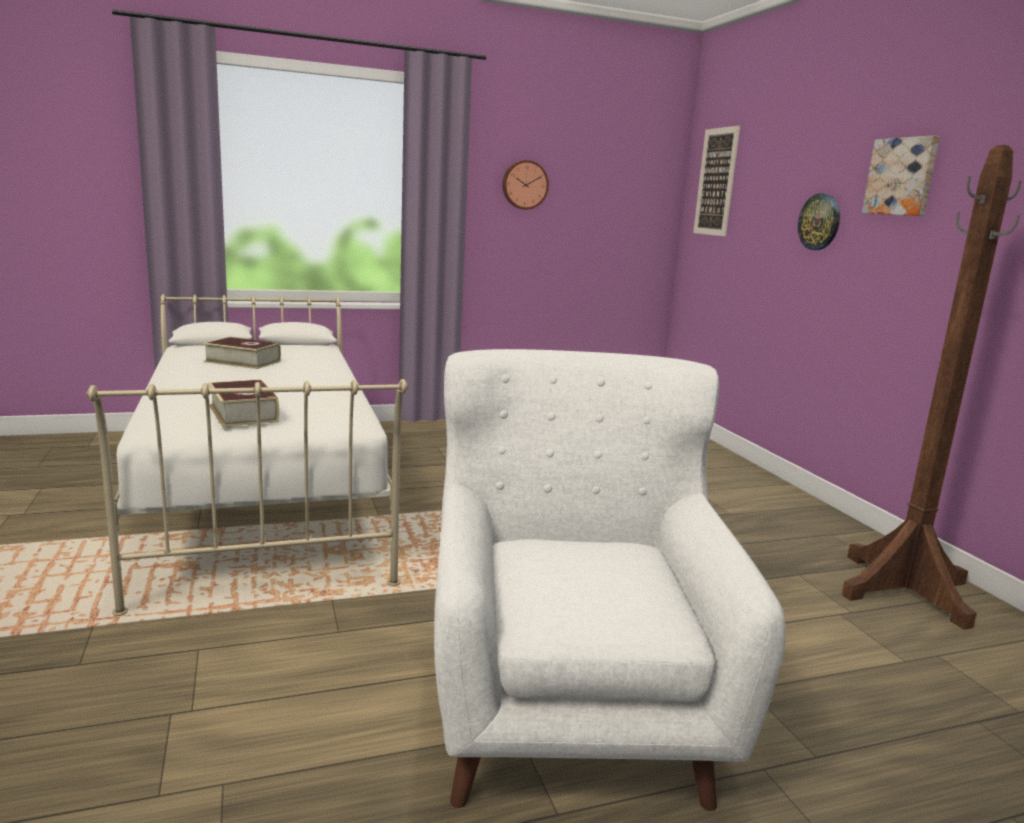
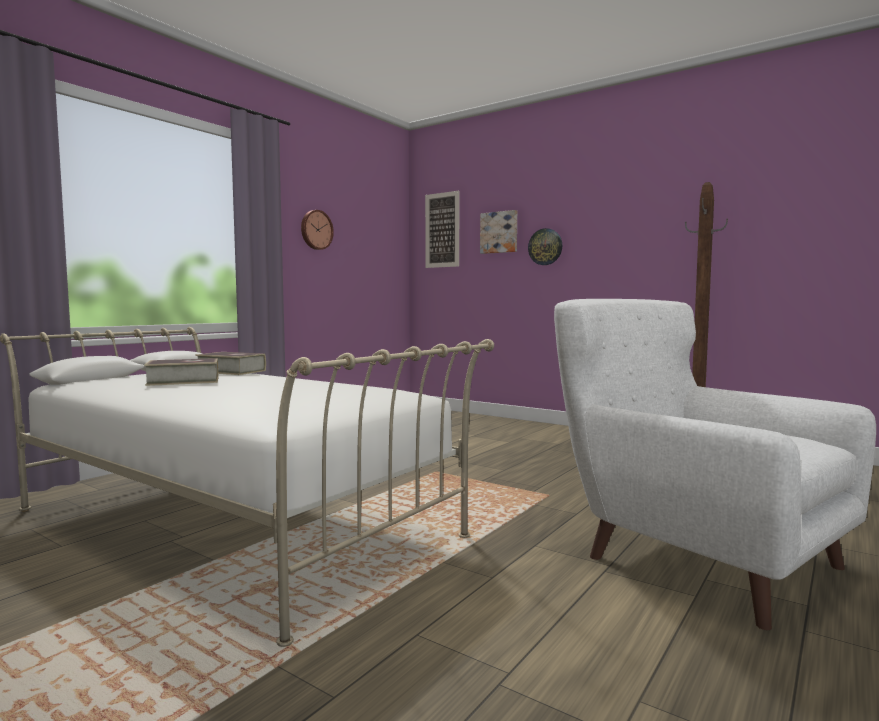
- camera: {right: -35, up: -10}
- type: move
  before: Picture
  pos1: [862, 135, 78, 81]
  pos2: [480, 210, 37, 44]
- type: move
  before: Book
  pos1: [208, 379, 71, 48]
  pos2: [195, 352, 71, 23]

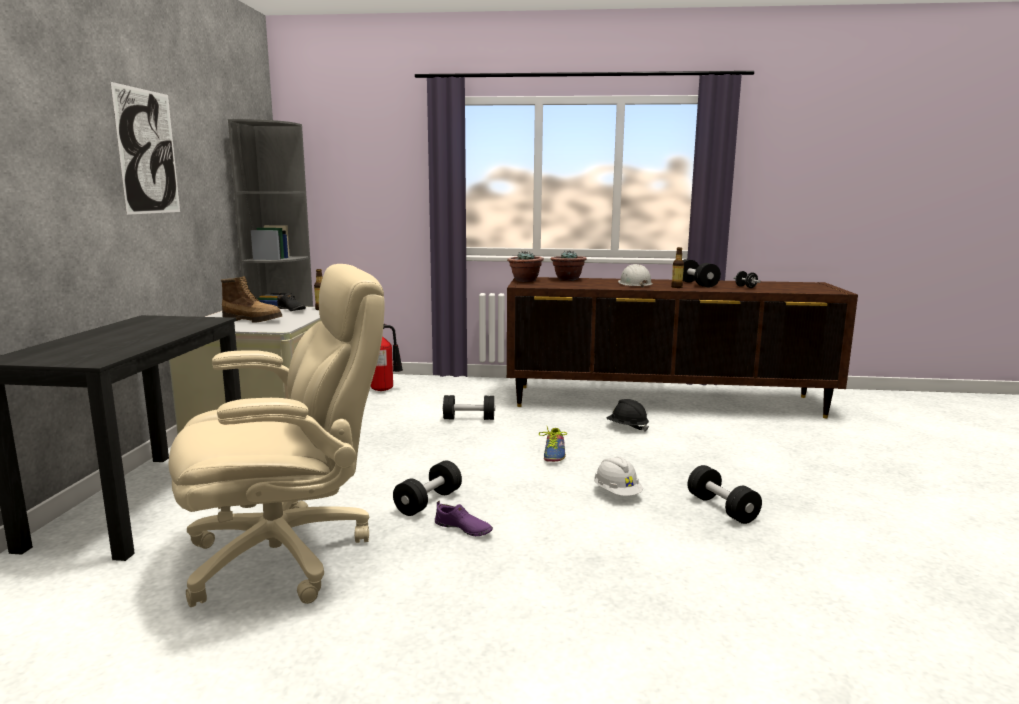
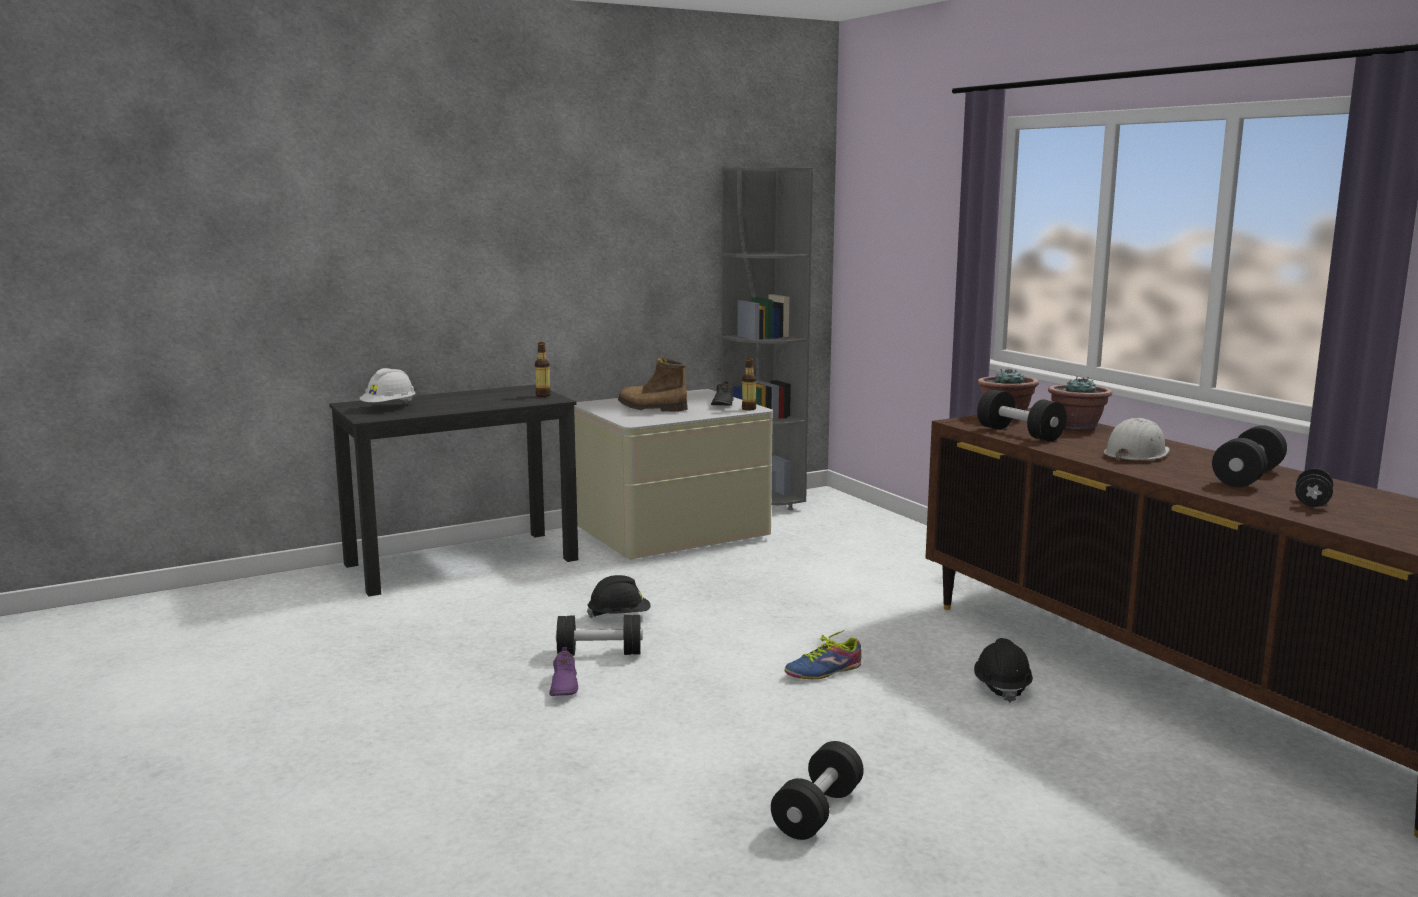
- camera: {right: 55, up: 0}
- type: delete
  before: Picture
  pos1: [110, 82, 70, 133]
- type: move
  before: Bottle
  pos1: [671, 247, 13, 41]
  pos2: [535, 342, 16, 55]
- type: delete
  before: BeigeOfficeChair
  pos1: [168, 264, 217, 343]
- type: rotate
  before: Boot
  pos1: [221, 276, 61, 46]
  pos2: [618, 358, 70, 54]
  turn: 135
- type: delete
  before: FireExtinguisher
  pos1: [371, 324, 32, 67]
- type: move
  before: BlackDumbbell
  pos1: [443, 395, 52, 25]
  pos2: [977, 390, 90, 51]
- type: move
  before: WhiteHardHat
  pos1: [594, 456, 49, 40]
  pos2: [360, 368, 55, 35]
- type: insert
  after: BlackHardHat
  pos2: [587, 575, 64, 43]

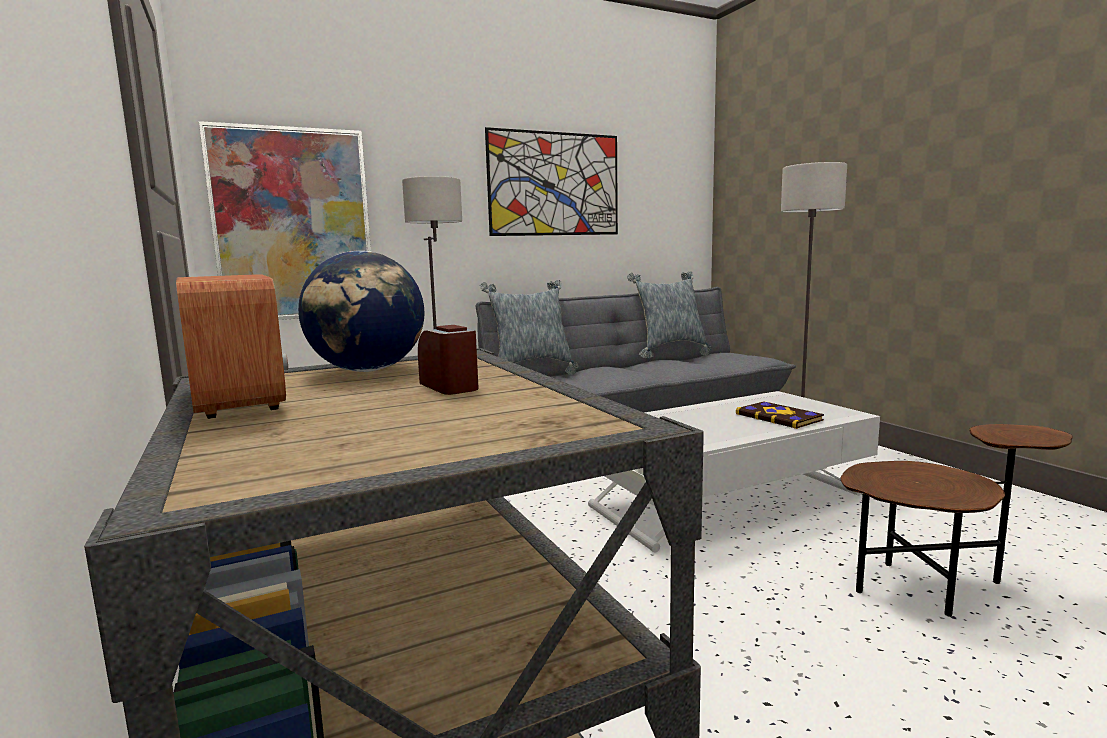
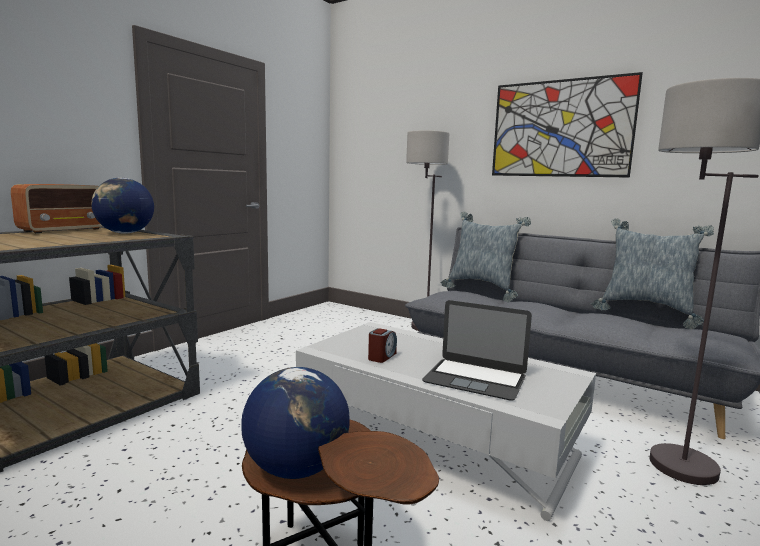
- camera: {right: 60, up: 0}
- type: delete
  before: Picture
  pos1: [199, 121, 172, 199]
- type: move
  before: AlarmClock
  pos1: [418, 325, 61, 70]
  pos2: [368, 328, 29, 35]
- type: replace
  before: Book
  after: Laptop
  pos1: [736, 401, 88, 28]
  pos2: [422, 300, 110, 101]
- type: insert
  after: Globe
  pos2: [241, 367, 109, 112]

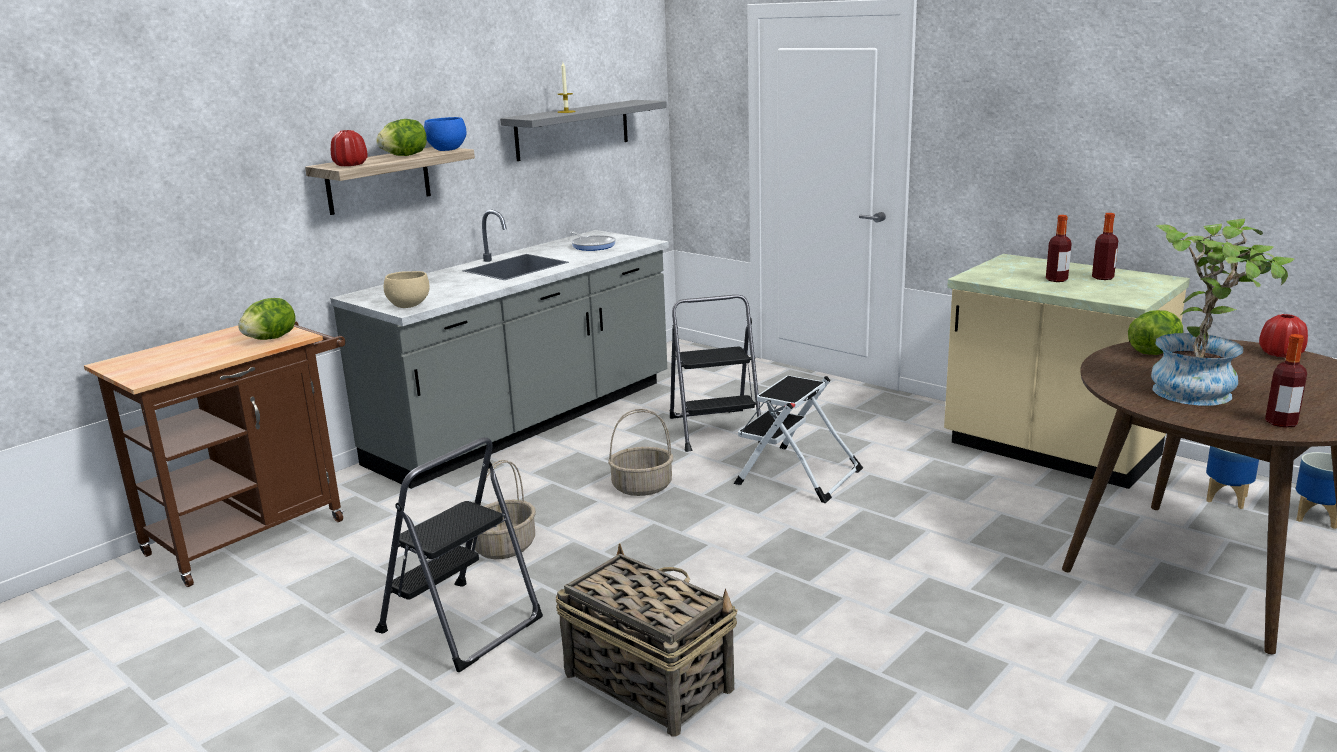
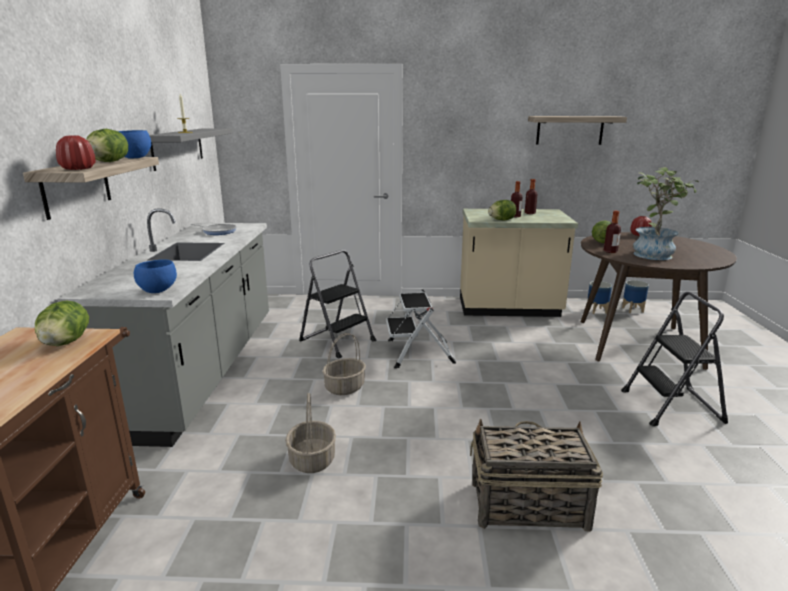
- camera: {right: -40, up: 0}
- type: recolor
  before: BeigeBowl
  after: BlueBowl
  pos1: [384, 271, 46, 37]
  pos2: [134, 259, 43, 34]
- type: move
  before: Bottle
  pos1: [1265, 334, 42, 94]
  pos2: [604, 211, 17, 42]
- type: move
  before: BlackStepLadder
  pos1: [375, 437, 168, 235]
  pos2: [621, 292, 107, 134]
- type: insert
  after: Shelf
  pos2: [528, 116, 99, 29]
- type: insert
  after: Lettuce
  pos2: [488, 200, 28, 20]

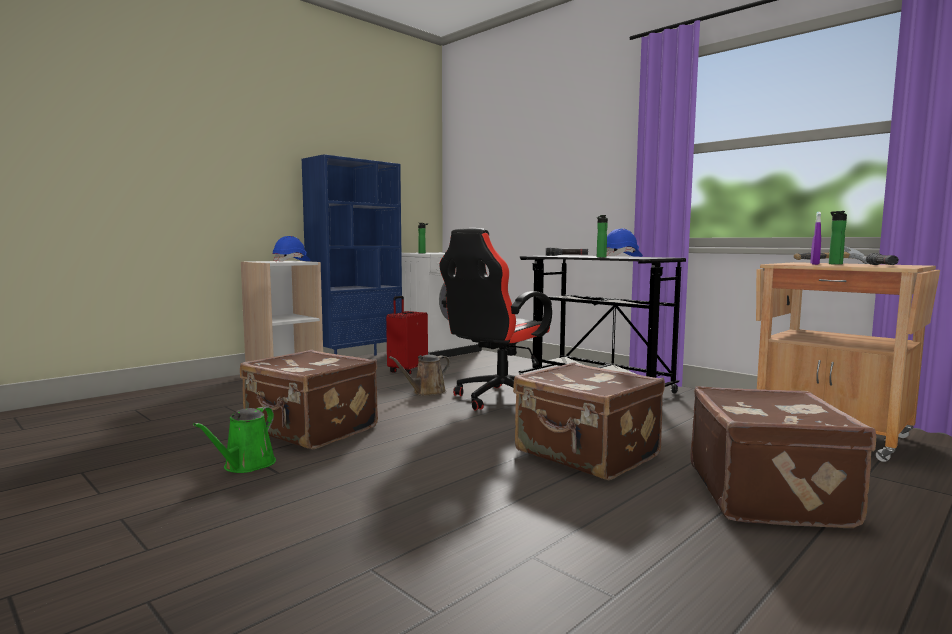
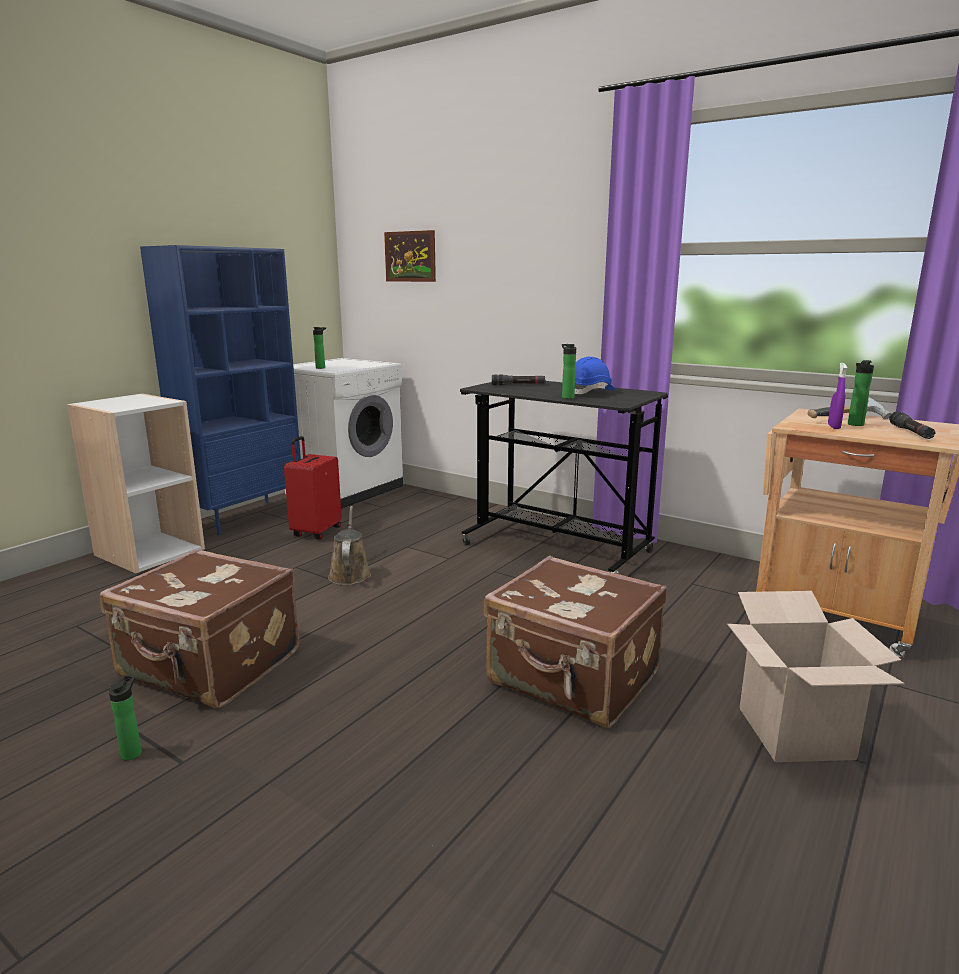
- camera: {right: -10, up: 10}
- type: delete
  before: BlackOfficeChair
  pos1: [440, 228, 112, 183]
- type: delete
  before: BlueHardHat
  pos1: [272, 236, 39, 26]
- type: rotate
  before: BrownWateringCan
  pos1: [389, 355, 61, 41]
  pos2: [328, 506, 43, 79]
  turn: 135
- type: replace
  before: BrownSuitcase
  after: CardboardBox
  pos1: [691, 386, 185, 142]
  pos2: [727, 591, 178, 171]
- type: replace
  before: GreenWateringCan
  after: Bottle
  pos1: [193, 407, 83, 66]
  pos2: [109, 675, 33, 85]
- type: insert
  after: Picture
  pos2: [384, 230, 52, 52]

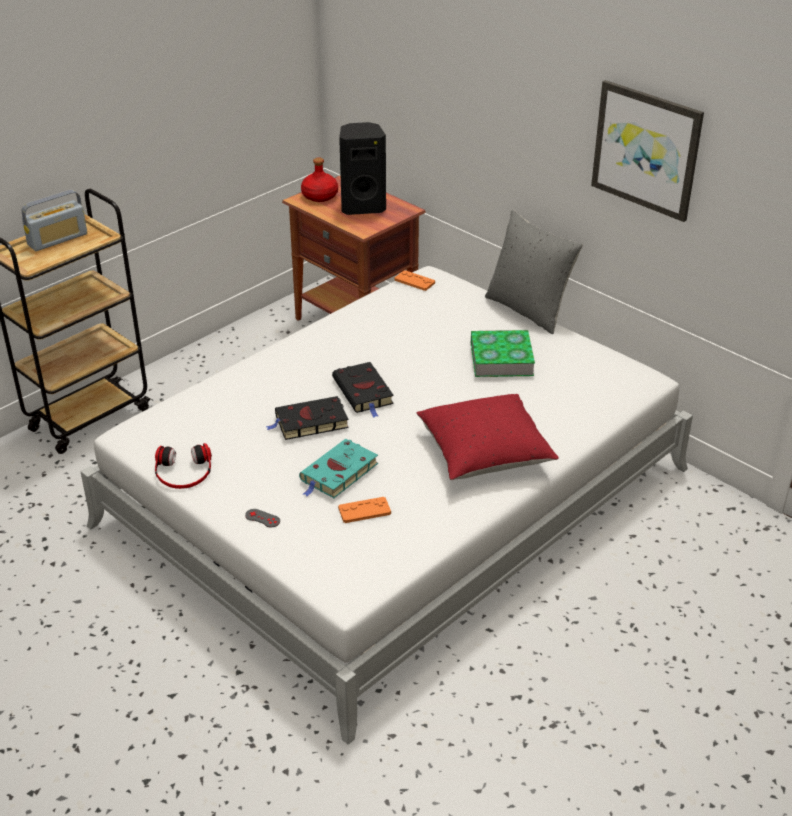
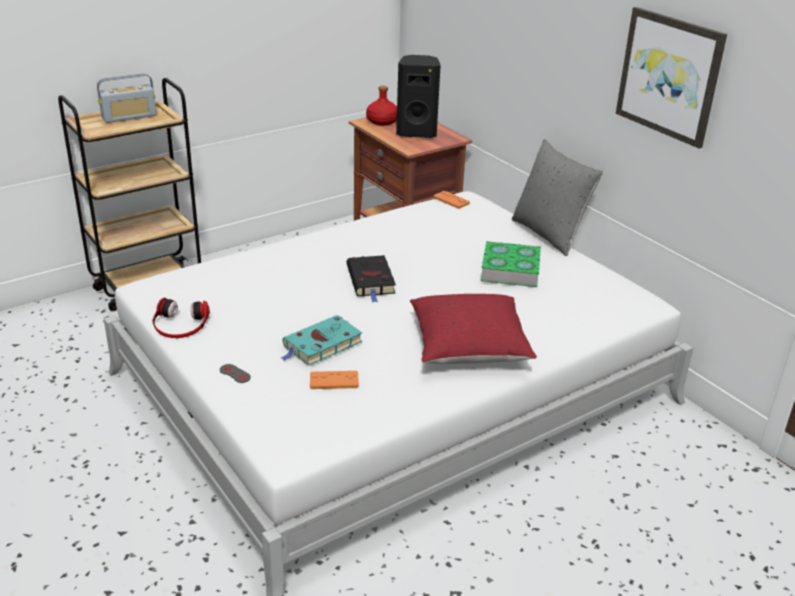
- camera: {right: 10, up: -5}
- type: delete
  before: BlackBook
  pos1: [266, 396, 83, 44]

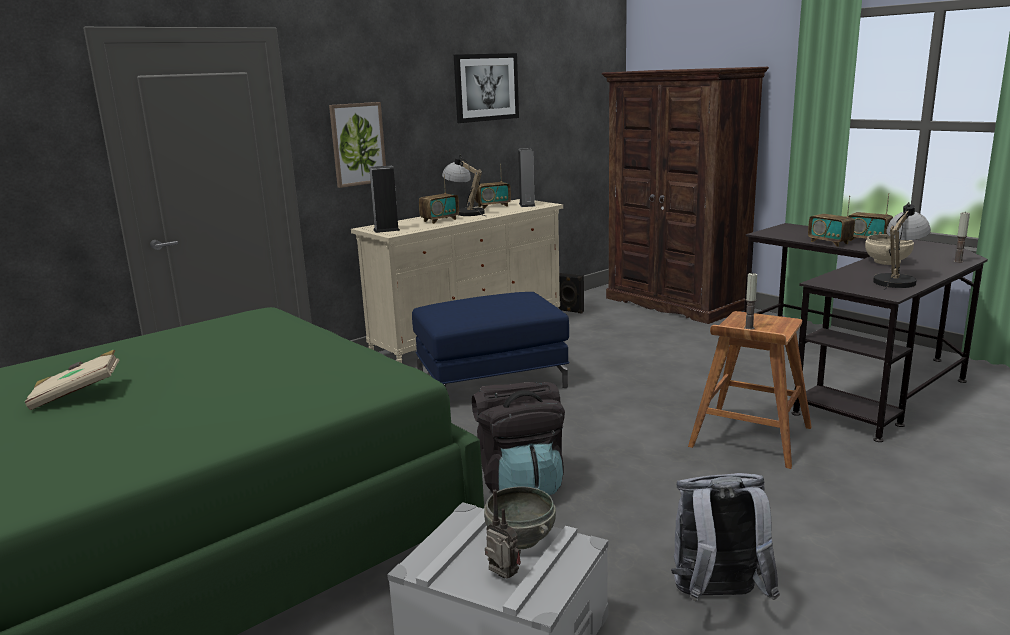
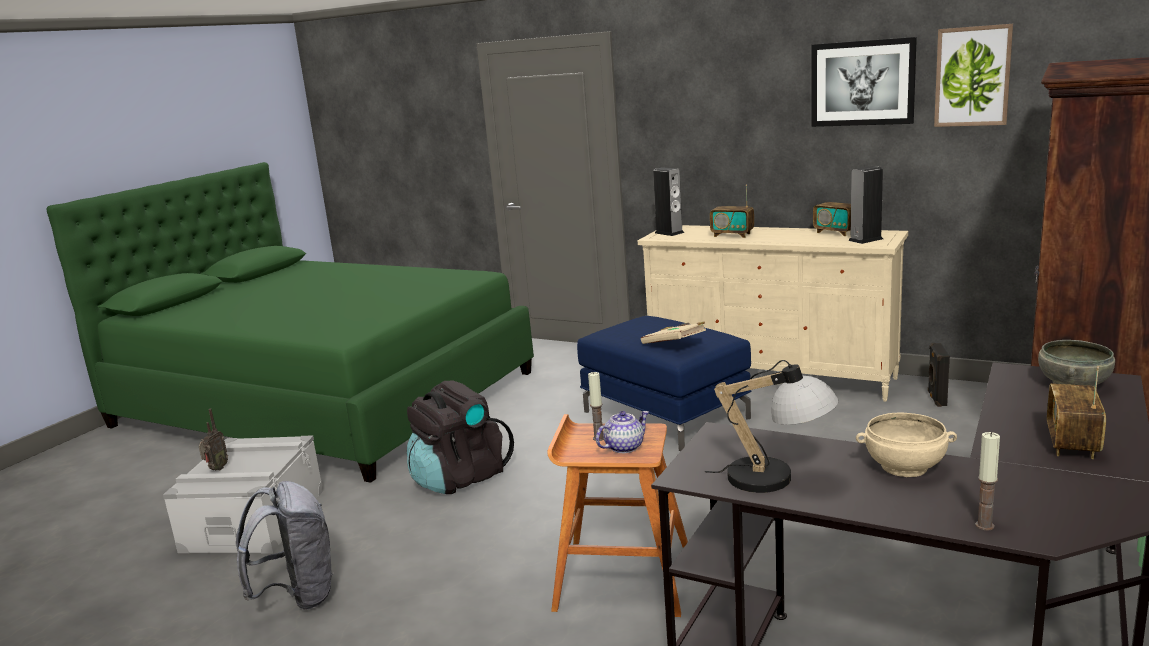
- camera: {right: 70, up: 0}
- type: move
  before: Picture
  pos1: [329, 102, 57, 86]
  pos2: [934, 24, 79, 103]
- type: delete
  before: TableLamp
  pos1: [442, 155, 44, 61]
- type: delete
  before: Radio
  pos1: [808, 196, 47, 51]
- type: move
  before: BeigeBook
  pos1: [25, 349, 94, 61]
  pos2: [641, 322, 65, 22]
- type: move
  before: GreyBowl
  pos1: [484, 486, 72, 63]
  pos2: [1038, 340, 77, 47]
- type: insert
  after: Teapot
  pos2: [596, 411, 53, 42]

